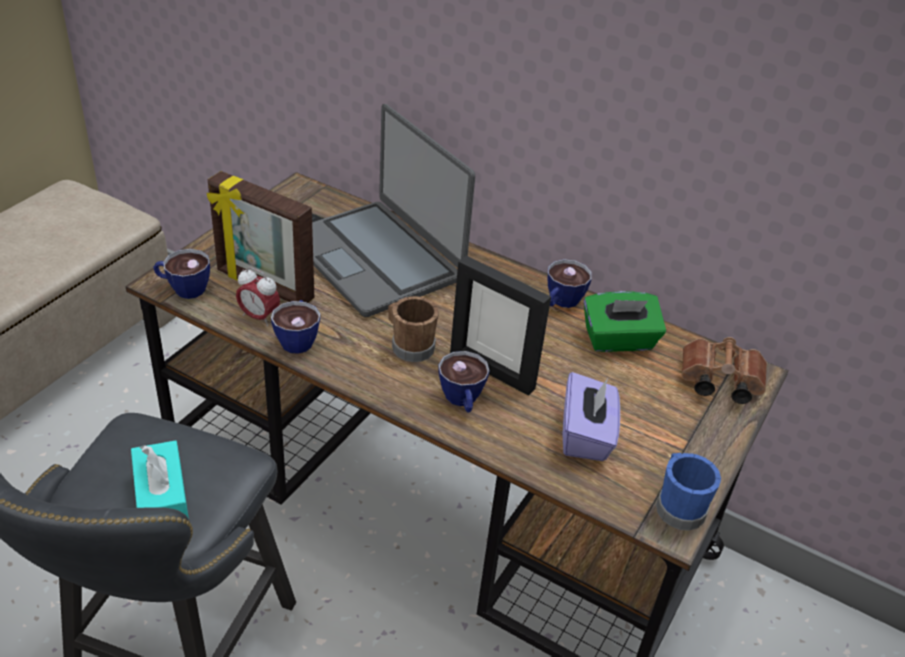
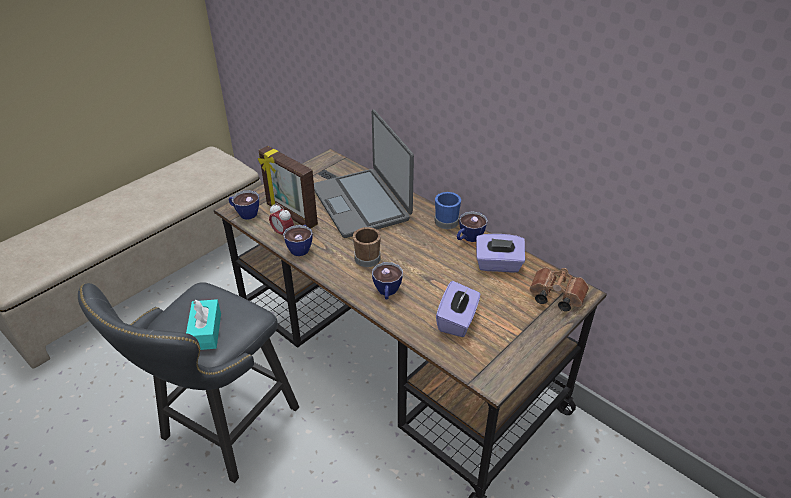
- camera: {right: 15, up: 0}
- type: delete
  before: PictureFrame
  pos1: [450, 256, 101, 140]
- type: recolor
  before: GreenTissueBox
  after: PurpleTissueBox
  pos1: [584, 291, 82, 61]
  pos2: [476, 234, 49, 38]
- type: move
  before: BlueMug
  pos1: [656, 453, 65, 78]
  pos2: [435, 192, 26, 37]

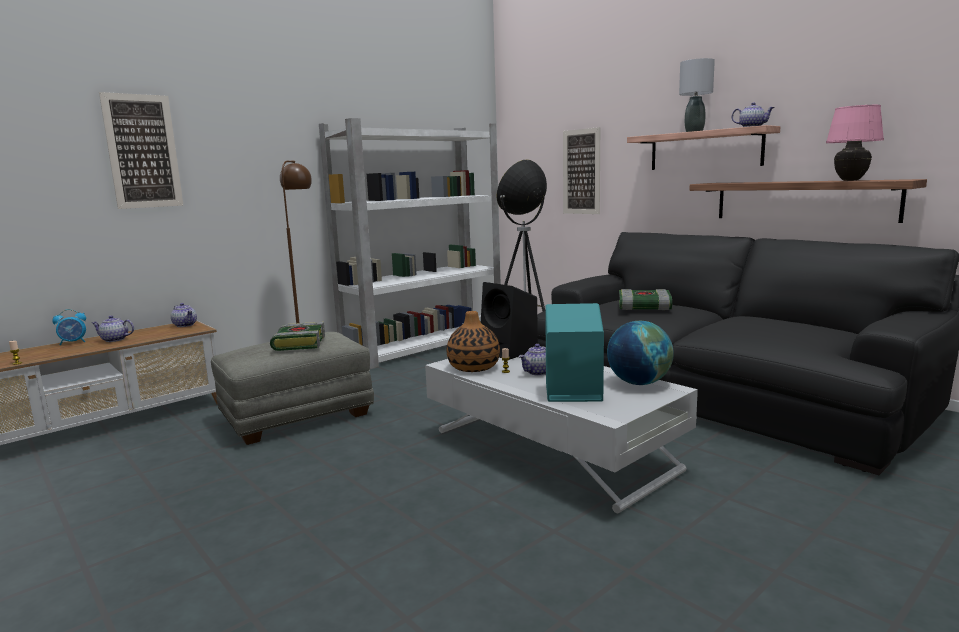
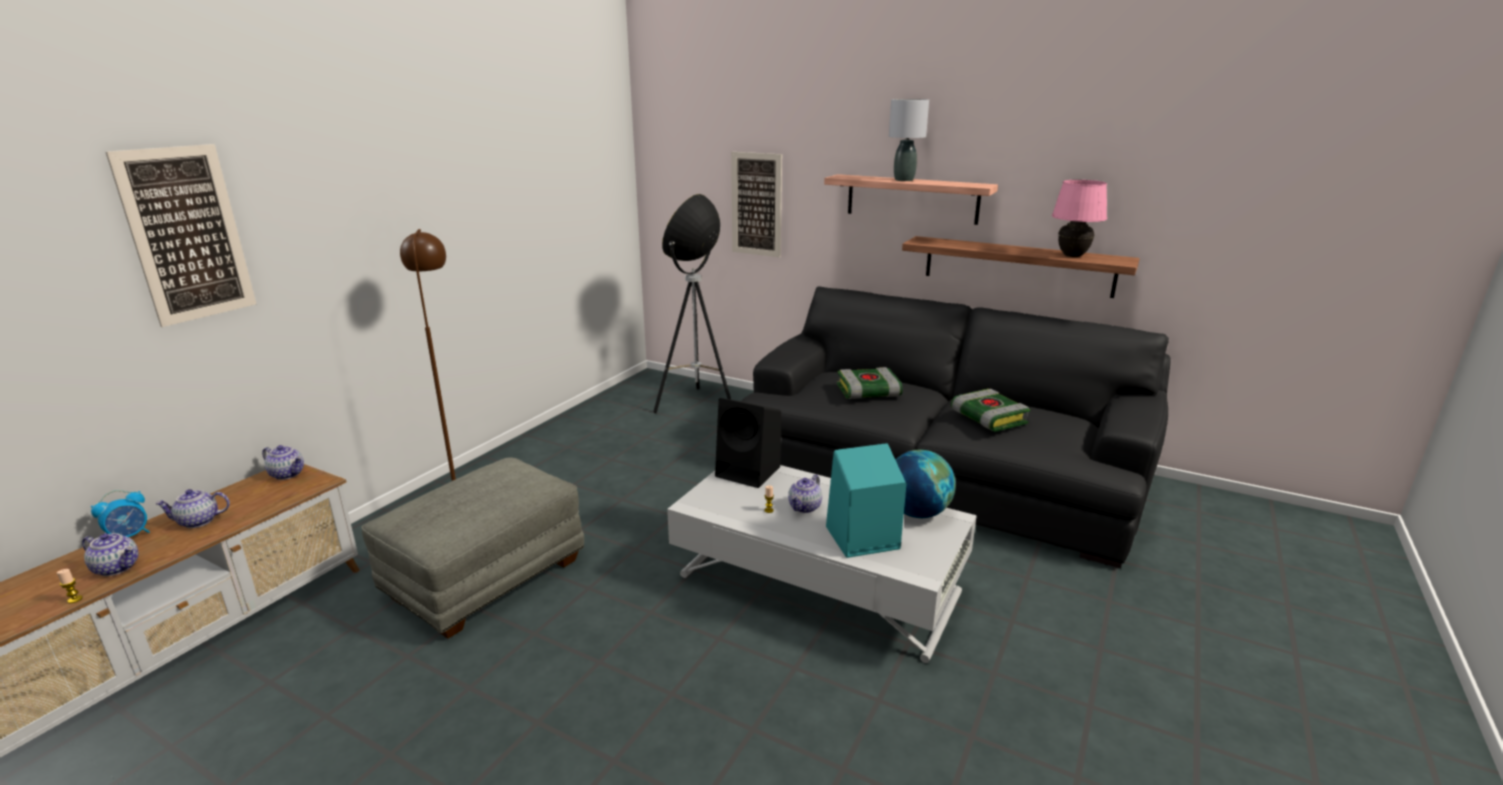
- camera: {right: -20, up: 10}
- type: move
  before: Teapot
  pos1: [732, 102, 43, 25]
  pos2: [82, 533, 57, 43]
- type: delete
  before: WhiteBookcase
  pos1: [319, 118, 182, 251]
- type: delete
  before: Vase
  pos1: [447, 311, 53, 61]
- type: move
  before: Book
  pos1: [270, 322, 55, 29]
  pos2: [951, 389, 79, 42]

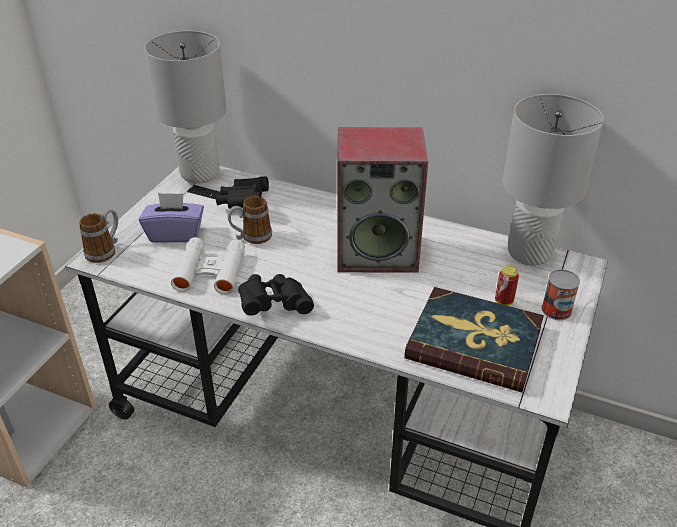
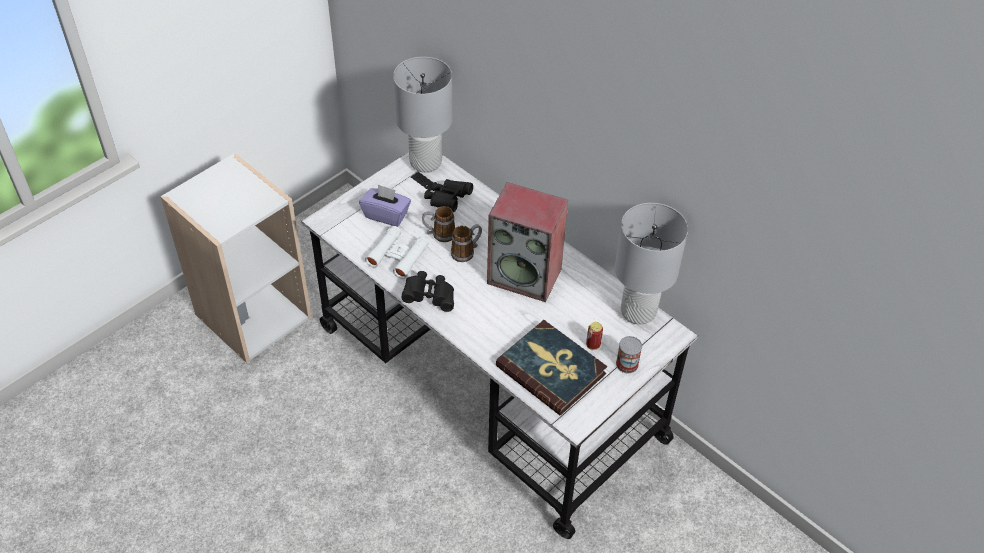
- camera: {right: 20, up: 10}
- type: move
  before: Mug
  pos1: [79, 209, 39, 54]
  pos2: [451, 224, 31, 38]

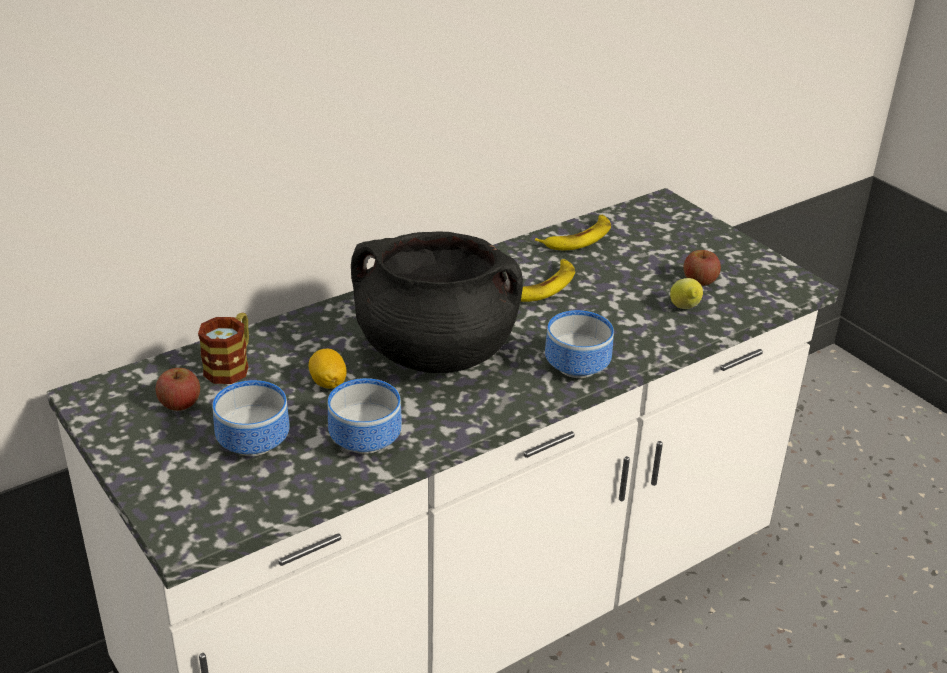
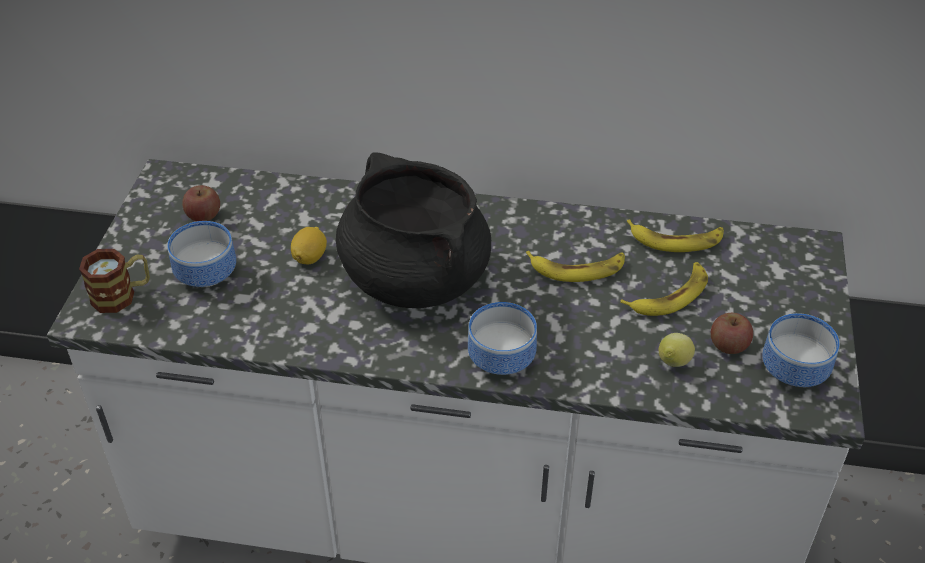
- camera: {right: 45, up: 10}
- type: move
  before: Mug
  pos1: [198, 313, 51, 71]
  pos2: [79, 249, 71, 64]
- type: move
  before: Bowl
  pos1: [328, 378, 74, 76]
  pos2: [762, 313, 78, 74]
- type: insert
  after: Banana
  pos2: [620, 262, 88, 54]

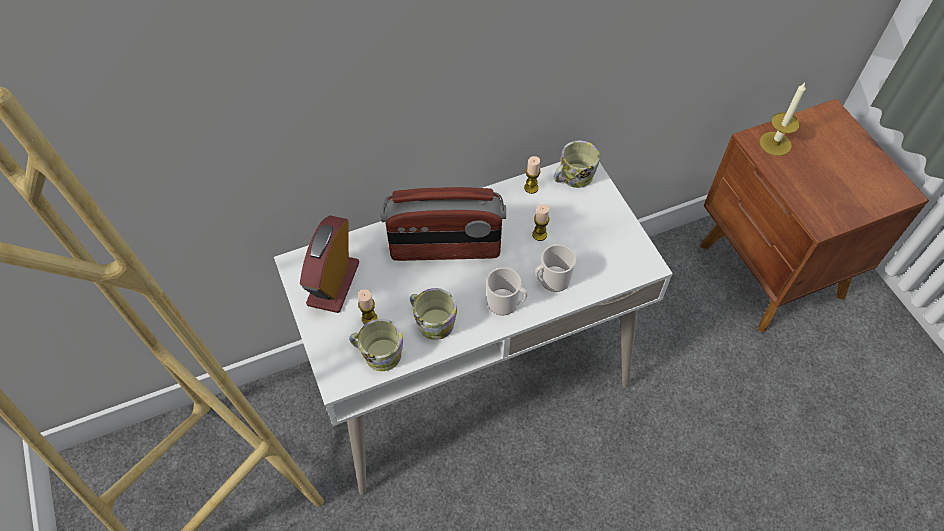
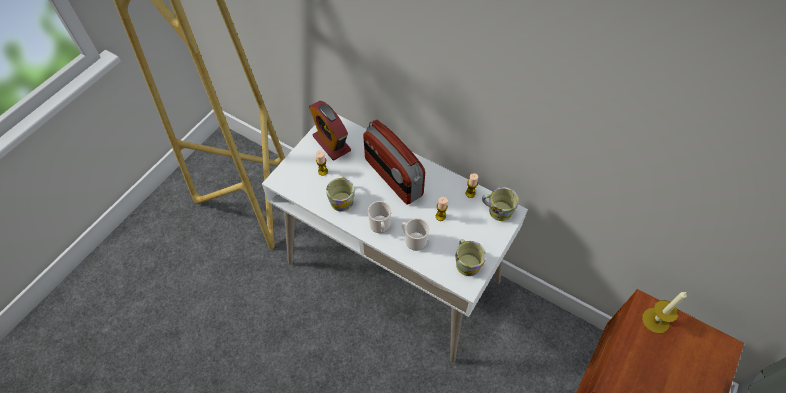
- camera: {right: 55, up: 0}
- type: rotate
  before: AlarmClock
  pos1: [300, 215, 59, 98]
  pos2: [309, 101, 42, 59]
  turn: -105
- type: move
  before: Mug
  pos1: [349, 319, 54, 52]
  pos2: [455, 239, 31, 37]

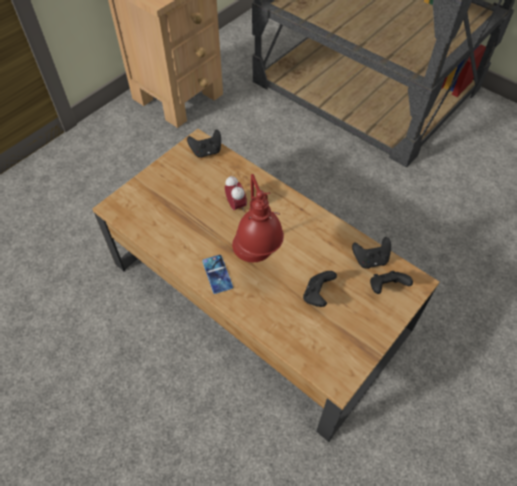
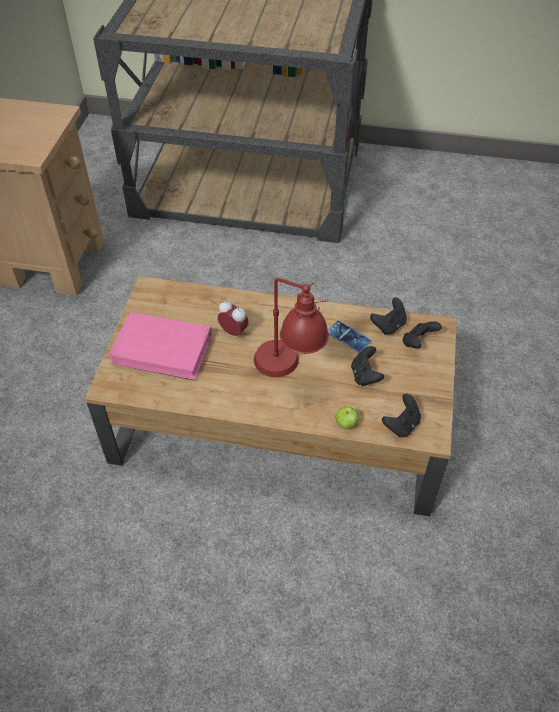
- camera: {right: -30, up: -5}
- type: move
  before: BlackGameController
  pos1: [187, 130, 34, 28]
  pos2: [382, 394, 39, 43]
- type: move
  before: Phone
  pos1: [202, 255, 31, 39]
  pos2: [328, 321, 43, 32]
- type: insert
  after: PinkBook
  pos2: [109, 312, 103, 69]
- type: insert
  after: Apple
  pos2: [336, 407, 23, 22]

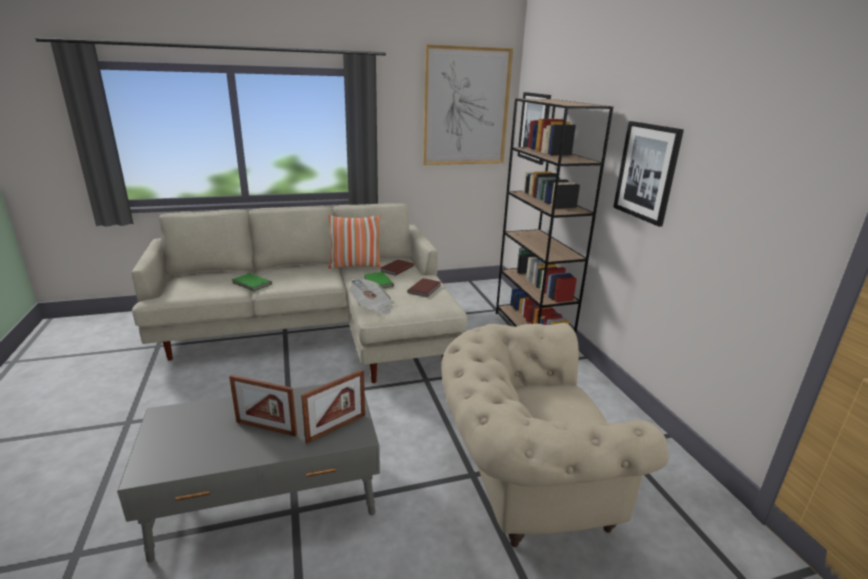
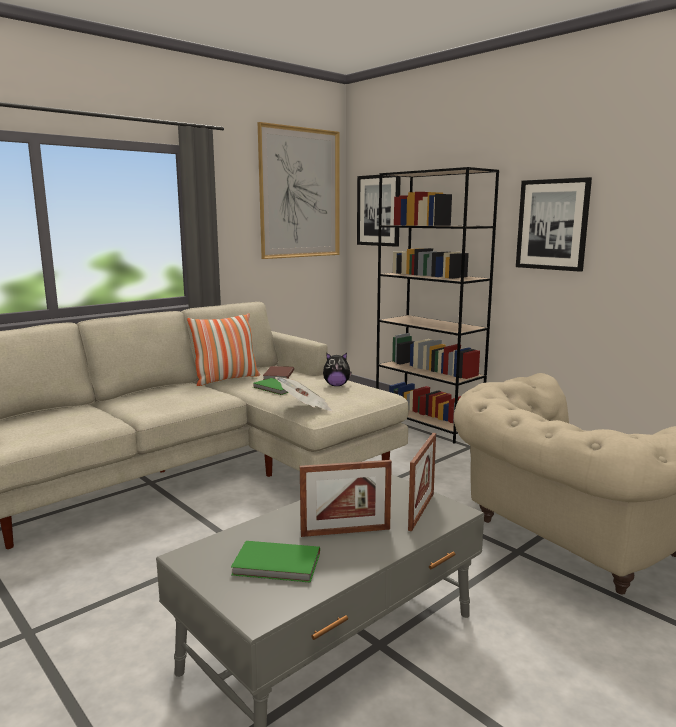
- camera: {right: -25, up: -10}
- type: move
  before: GreenBook
  pos1: [232, 273, 40, 18]
  pos2: [231, 541, 89, 42]
- type: replace
  before: BrownBook
  after: PlushToy
  pos1: [407, 278, 34, 19]
  pos2: [323, 353, 29, 33]

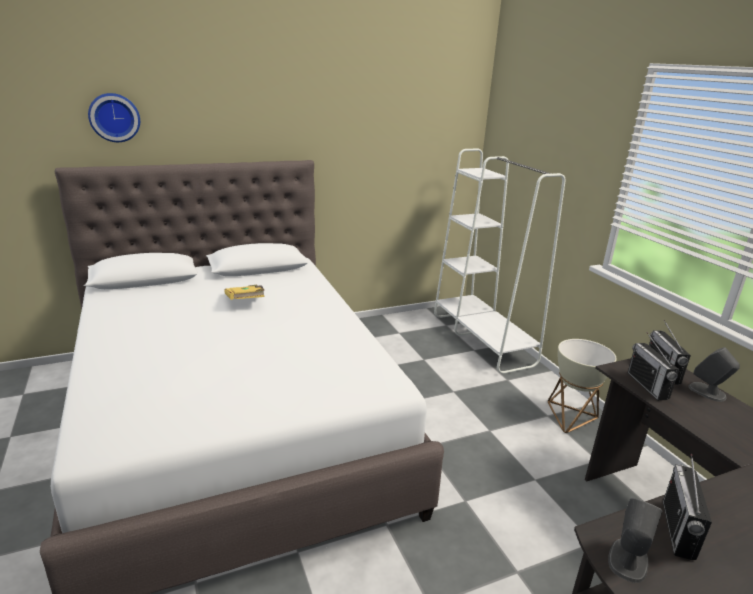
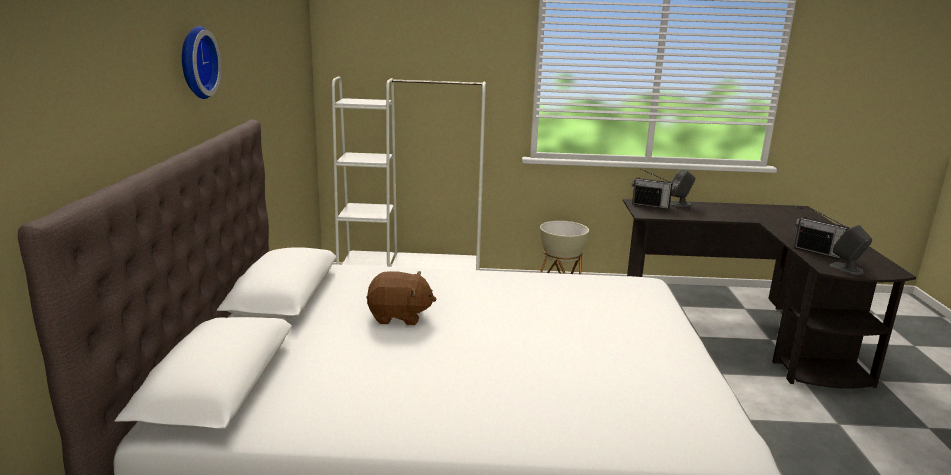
- camera: {right: -65, up: -5}
- type: move
  before: WallClock
  pos1: [88, 93, 52, 49]
  pos2: [182, 26, 40, 73]
- type: replace
  before: YellowBook
  after: BrownPlushToy
  pos1: [224, 285, 41, 15]
  pos2: [366, 271, 70, 54]
- type: delete
  before: Radio
  pos1: [627, 332, 52, 69]

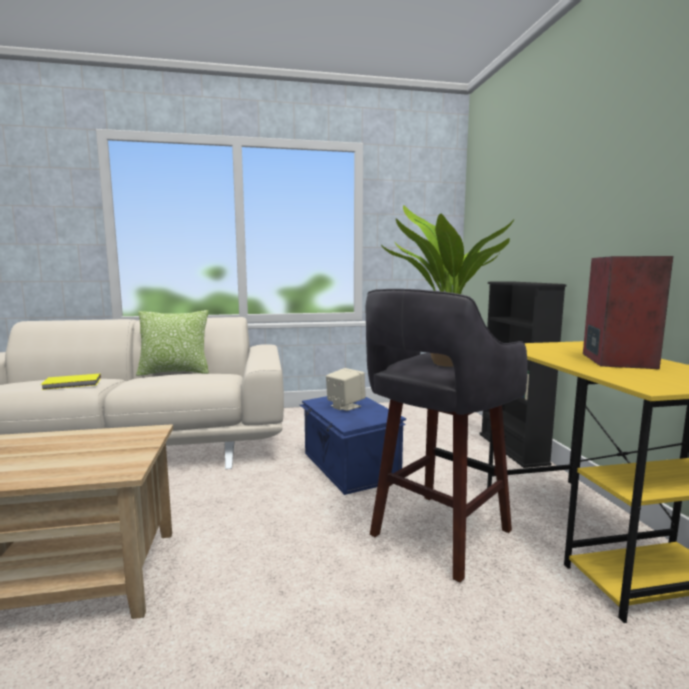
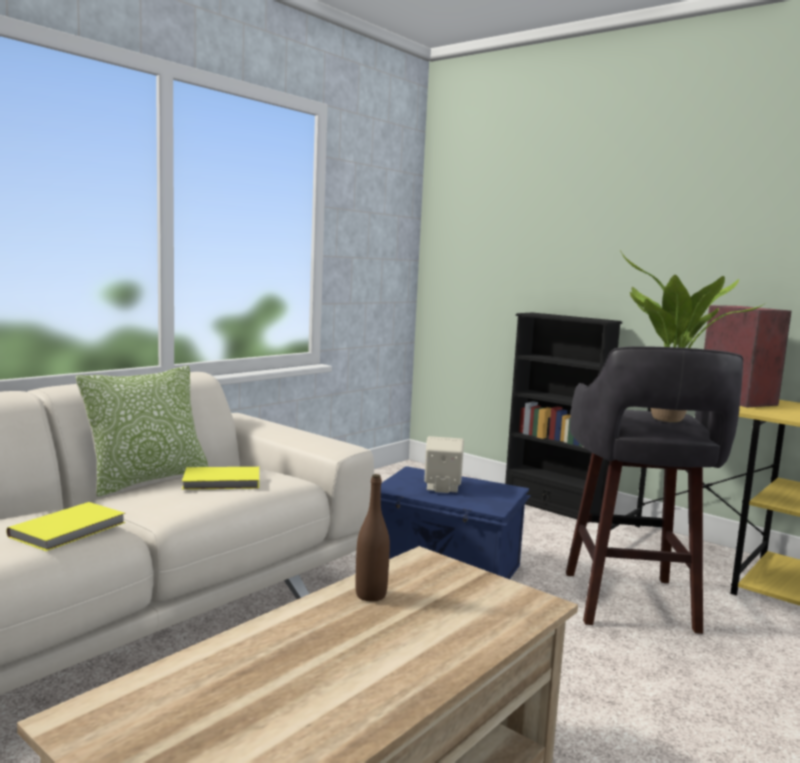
- camera: {right: -40, up: 0}
- type: insert
  after: YellowBook
  pos2: [182, 467, 77, 23]
- type: insert
  after: BrownBottle
  pos2: [356, 474, 34, 128]

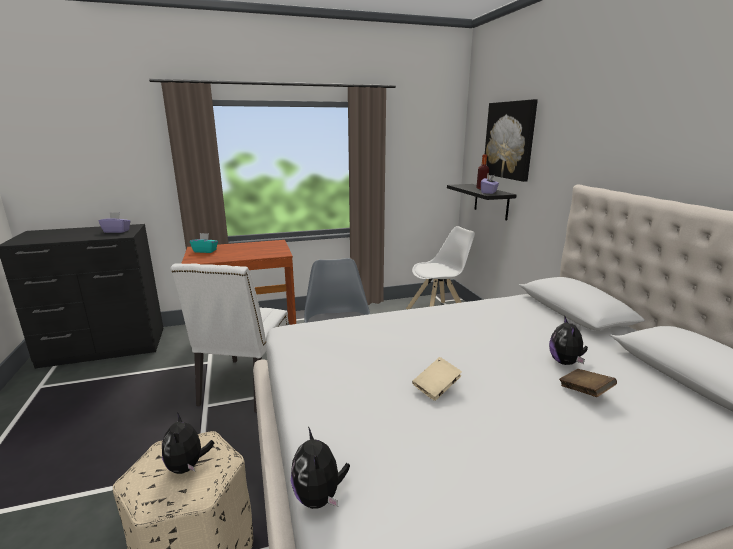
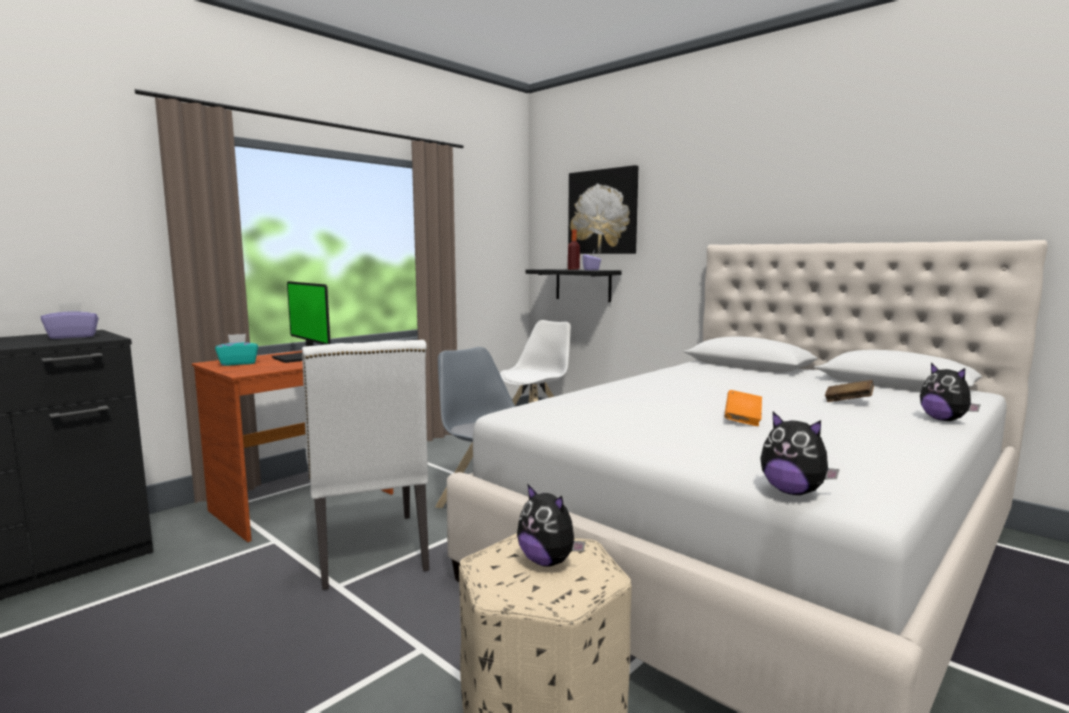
- camera: {right: -30, up: -10}
- type: move
  before: PlushToy
  pos1: [549, 317, 39, 48]
  pos2: [920, 363, 60, 58]
- type: recolor
  before: BeigeBook
  after: OrangeBook
  pos1: [412, 357, 50, 44]
  pos2: [725, 390, 37, 36]
- type: insert
  after: Monitor
  pos2: [272, 281, 59, 82]

